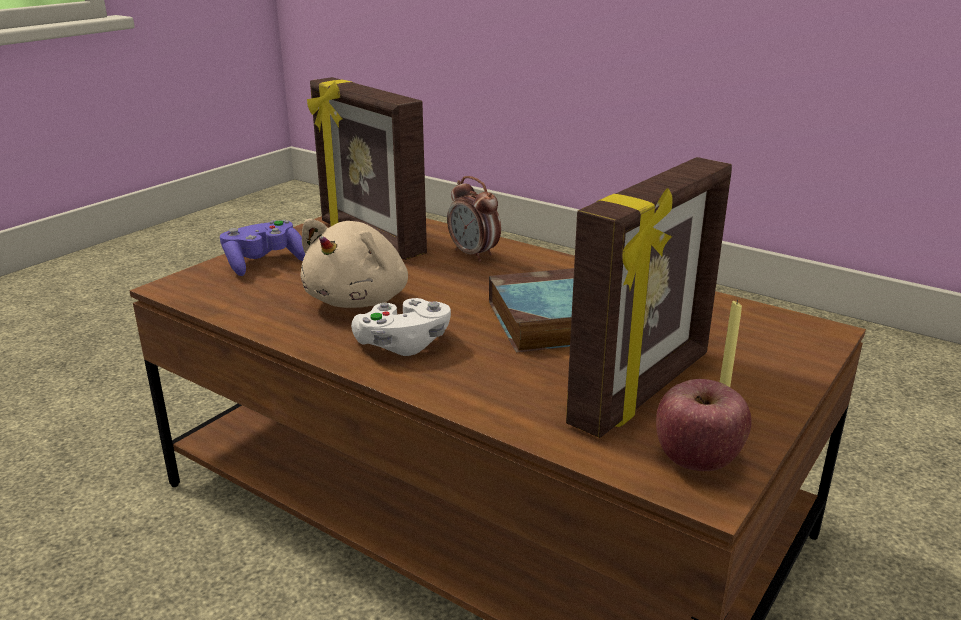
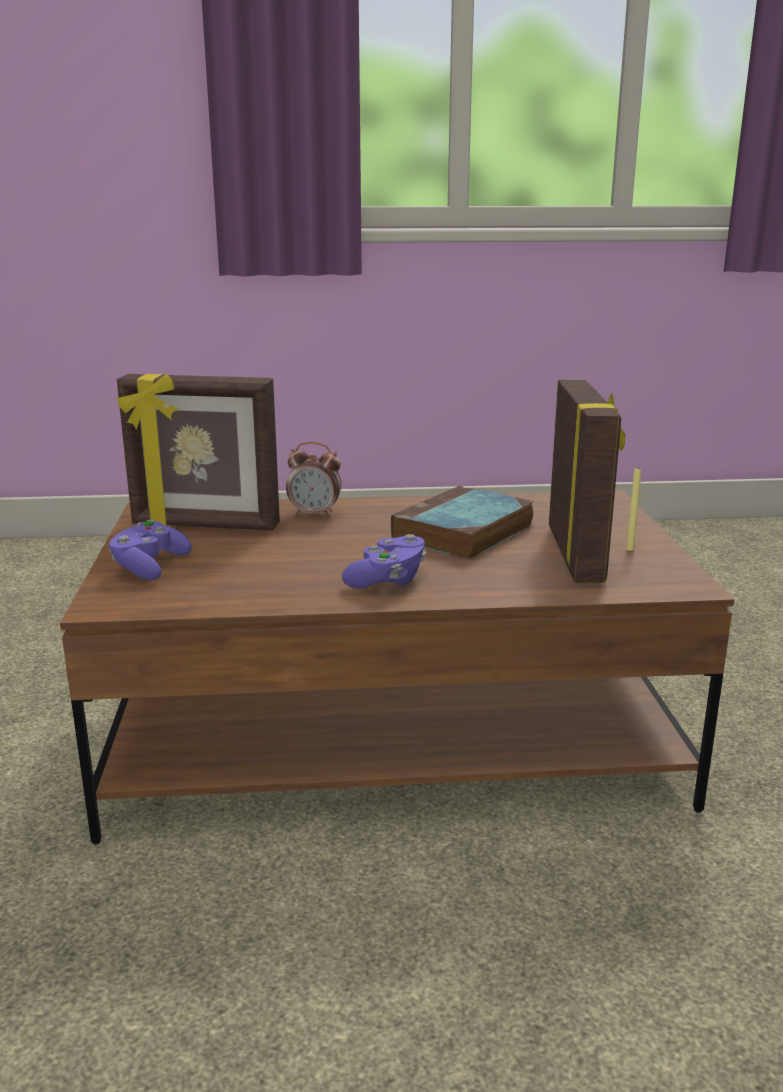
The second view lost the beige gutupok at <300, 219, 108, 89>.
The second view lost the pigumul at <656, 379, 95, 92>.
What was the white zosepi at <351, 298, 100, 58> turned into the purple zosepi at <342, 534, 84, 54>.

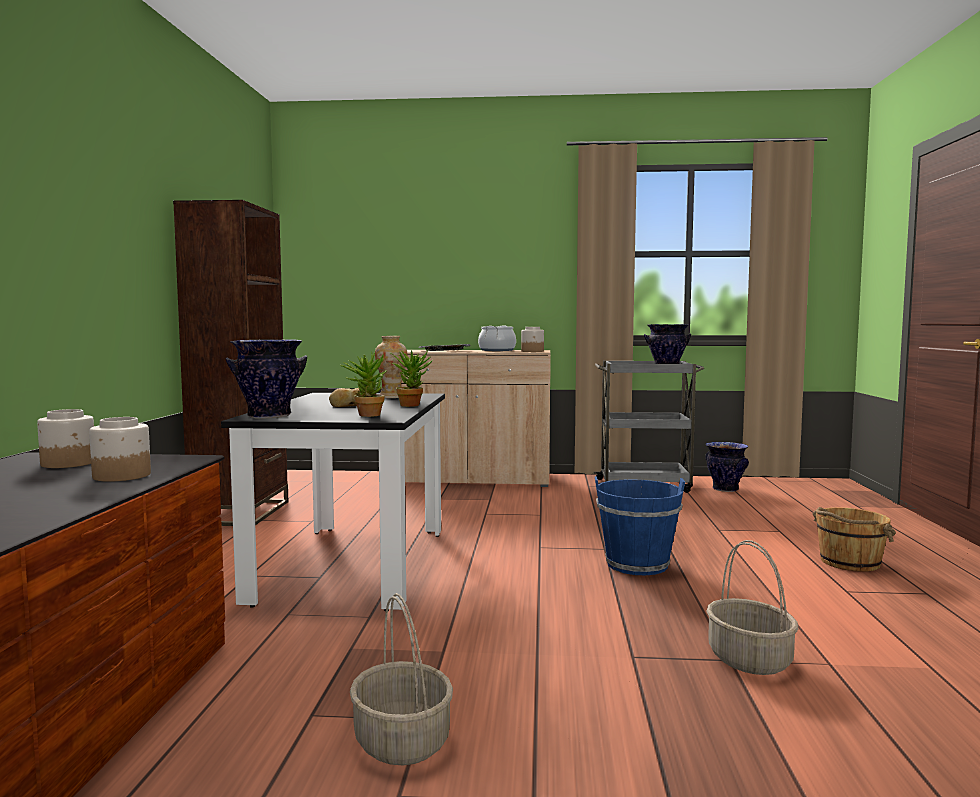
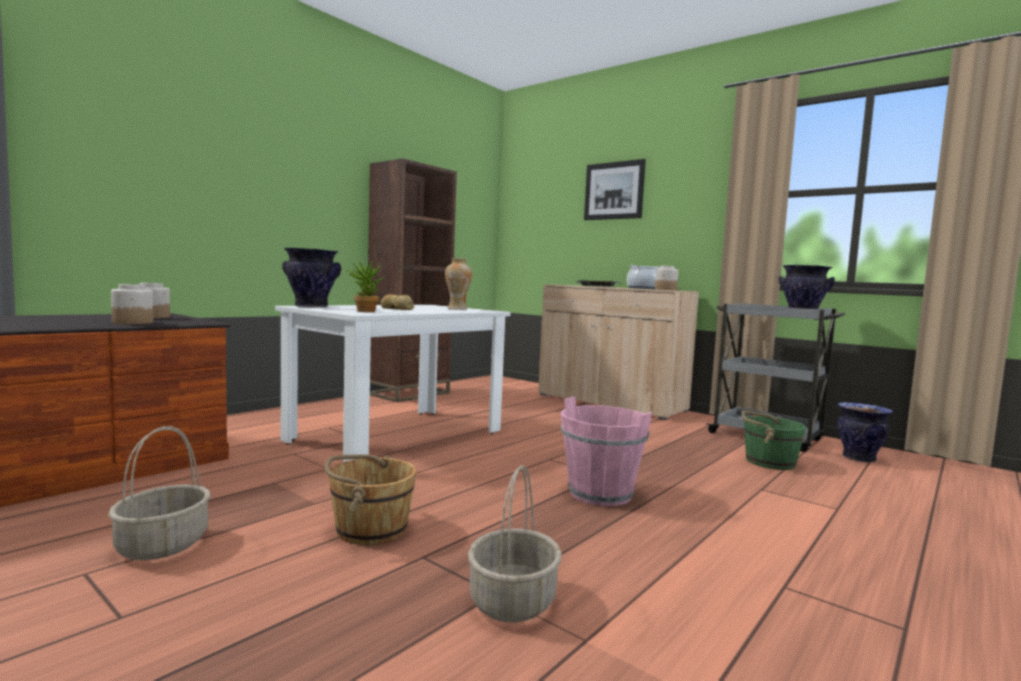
The second view lost the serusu at <391, 350, 42, 57>.
The second view gained the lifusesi at <584, 159, 62, 61>.
The second view gained the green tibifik at <741, 411, 65, 59>.
The brown tibifik ended up elsewhere, having gone from <813, 507, 83, 65> to <324, 454, 93, 91>.
What was the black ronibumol at <221, 393, 224, 218> turned into the white ronibumol at <275, 305, 236, 157>.
What was the blue tibifik at <595, 476, 90, 99> turned into the pink tibifik at <560, 397, 92, 109>.

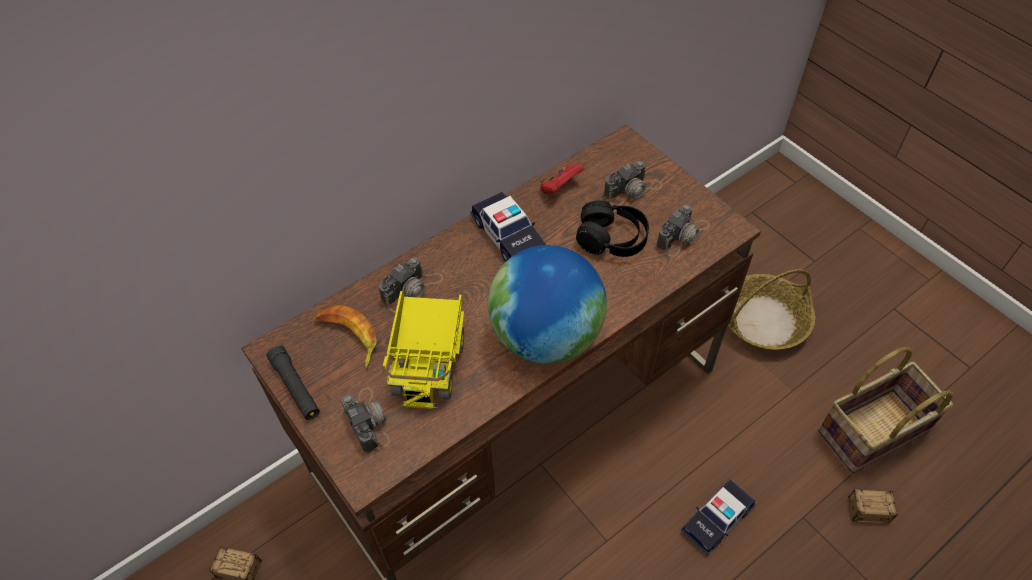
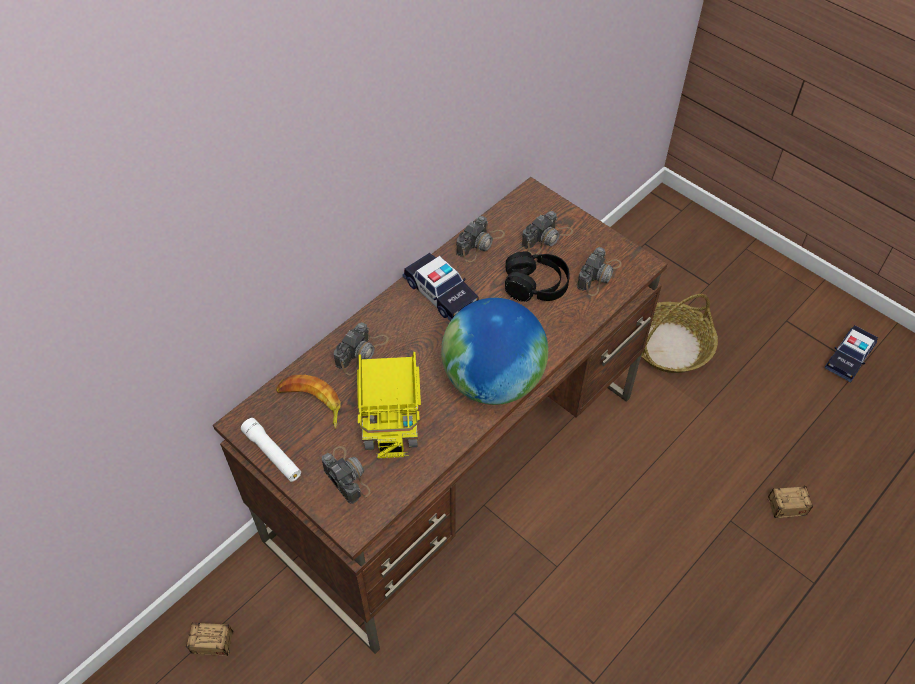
The second view lost the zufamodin at <818, 347, 135, 126>.
The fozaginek ended up elsewhere, having gone from <681, 479, 75, 76> to <824, 325, 54, 57>.
Where the red zosepi stood at <540, 164, 44, 30>, the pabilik came to stand at <456, 216, 49, 46>.
What was the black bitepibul at <267, 345, 53, 75> turned into the white bitepibul at <241, 418, 60, 64>.

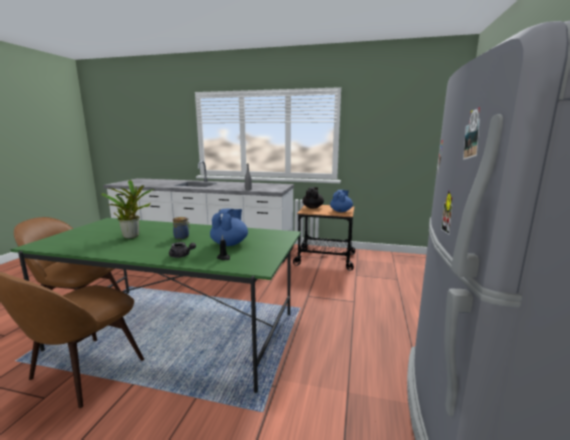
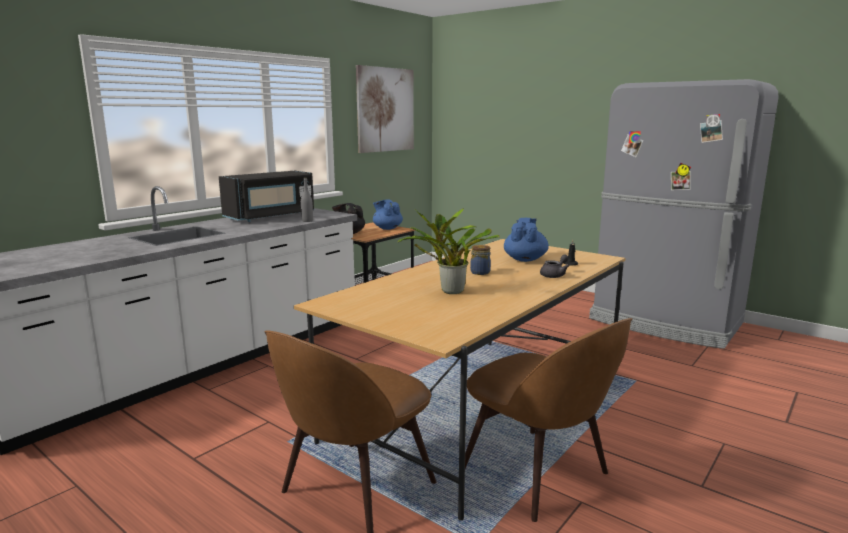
The second view gained the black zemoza at <219, 171, 95, 51>.
The second view gained the lifusesi at <356, 65, 58, 88>.
What was the green ronibumol at <10, 218, 291, 175> turned into the beige ronibumol at <294, 239, 332, 282>.
The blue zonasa at <210, 209, 38, 37> ended up facing another way, 60 degrees clockwise from before.

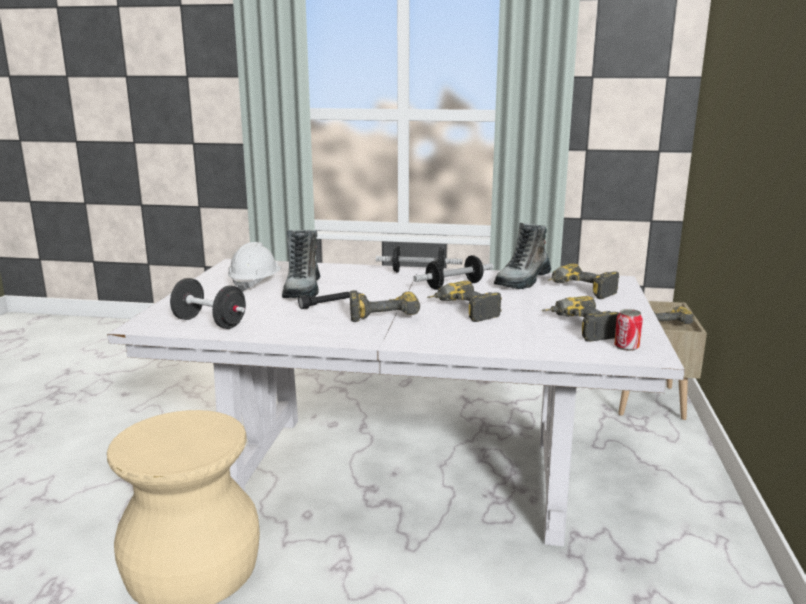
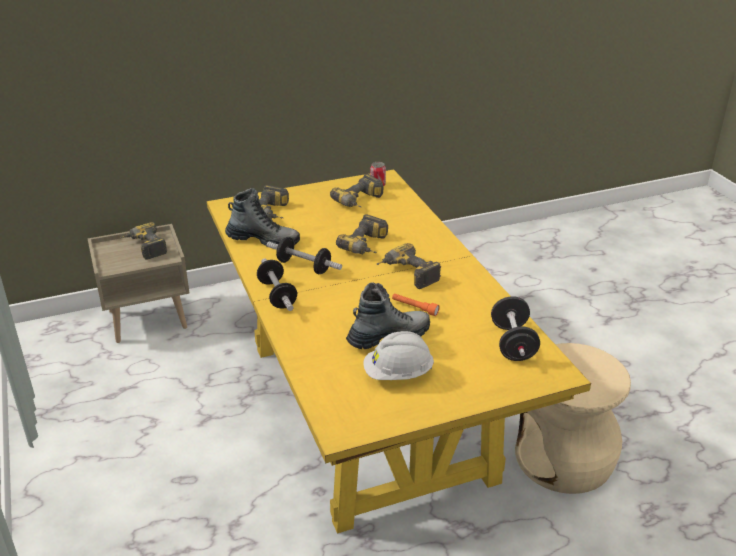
What was the white ronibumol at <107, 259, 578, 287> turned into the yellow ronibumol at <207, 170, 384, 363>.
What was the black bitepibul at <298, 292, 52, 17> turned into the orange bitepibul at <392, 293, 48, 23>.

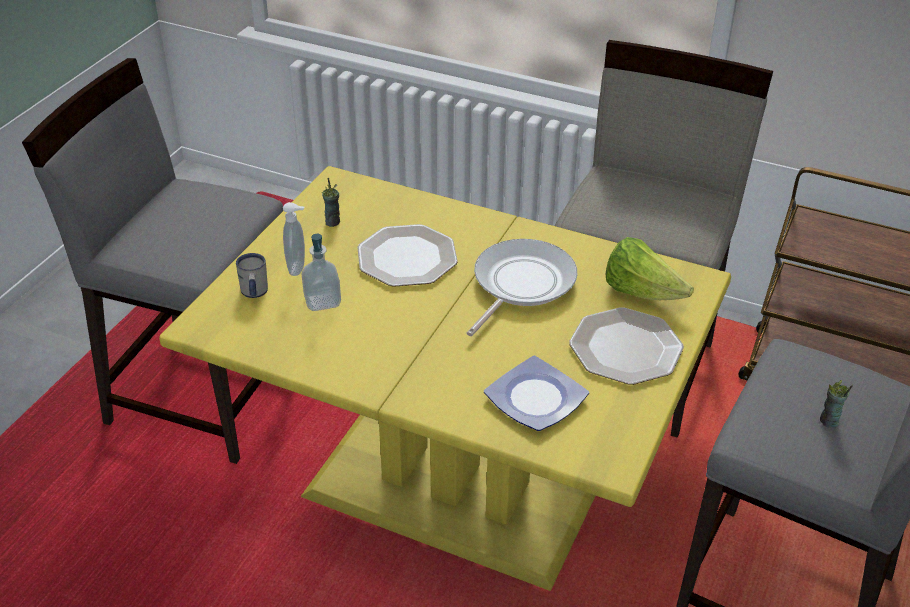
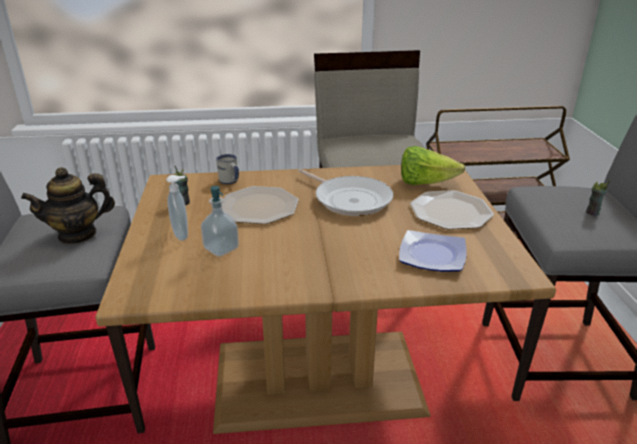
The second view gained the zonasa at <21, 167, 94, 77>.
The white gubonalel ended up elsewhere, having gone from <236, 253, 32, 45> to <216, 154, 23, 30>.
What was the yellow ronibumol at <159, 166, 572, 425> turned into the brown ronibumol at <95, 165, 461, 269>.
The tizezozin at <466, 239, 111, 97> ended up facing another way, 135 degrees clockwise from before.

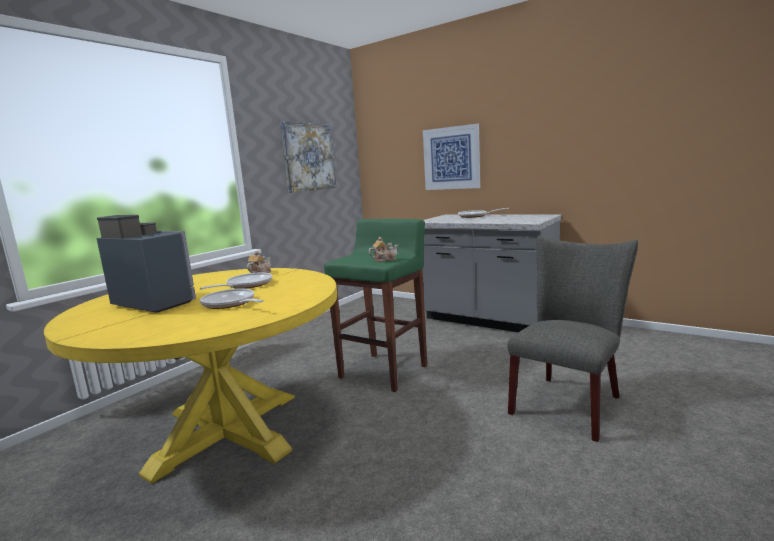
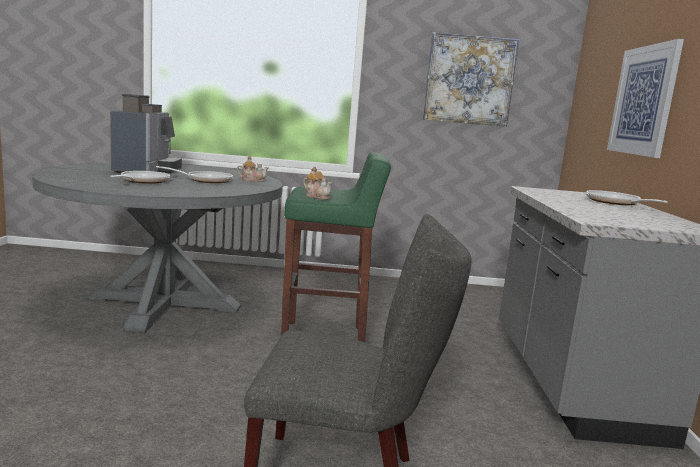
What was the yellow ronibumol at <44, 268, 293, 216> turned into the grey ronibumol at <32, 163, 251, 170>.

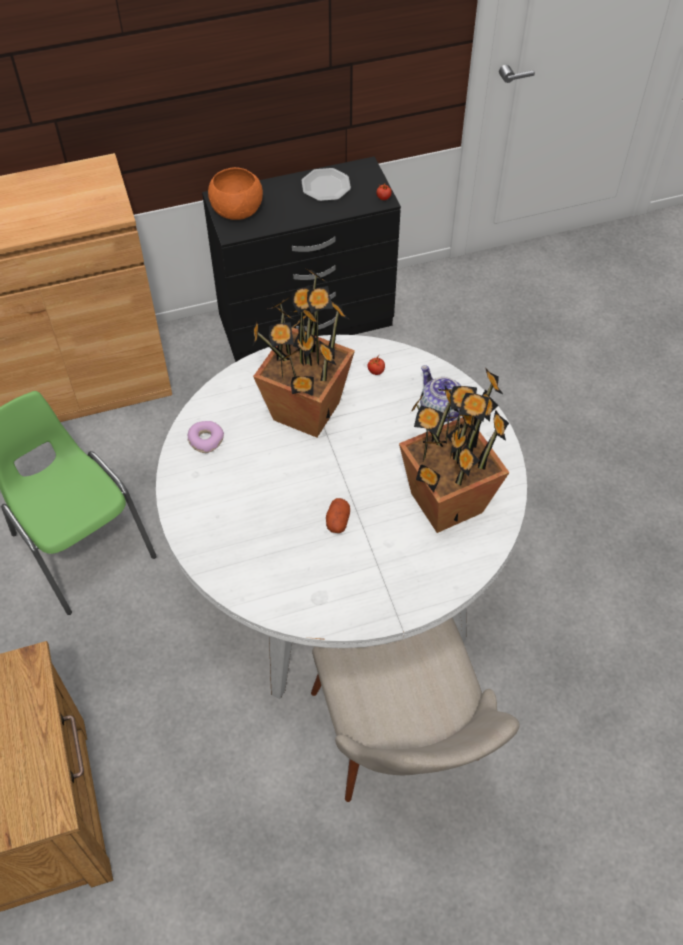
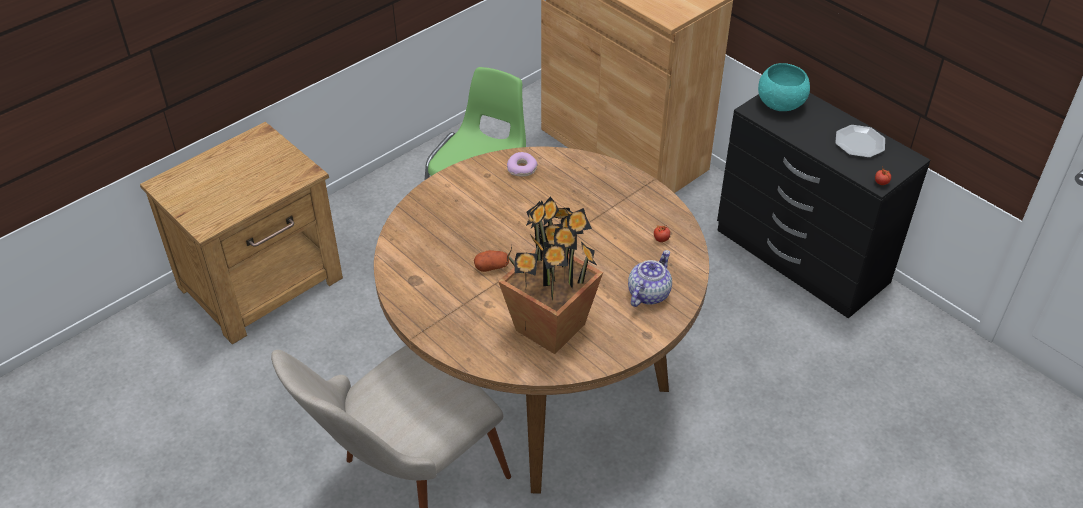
The second view lost the serusu at <252, 267, 103, 171>.
What was the white ronibumol at <156, 335, 371, 364> turned into the brown ronibumol at <374, 147, 335, 347>.
What was the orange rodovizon at <208, 167, 55, 53> turned into the turquoise rodovizon at <758, 63, 52, 48>.

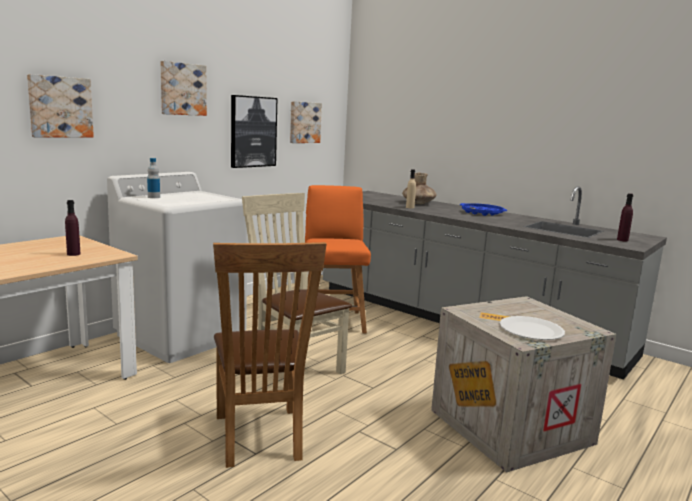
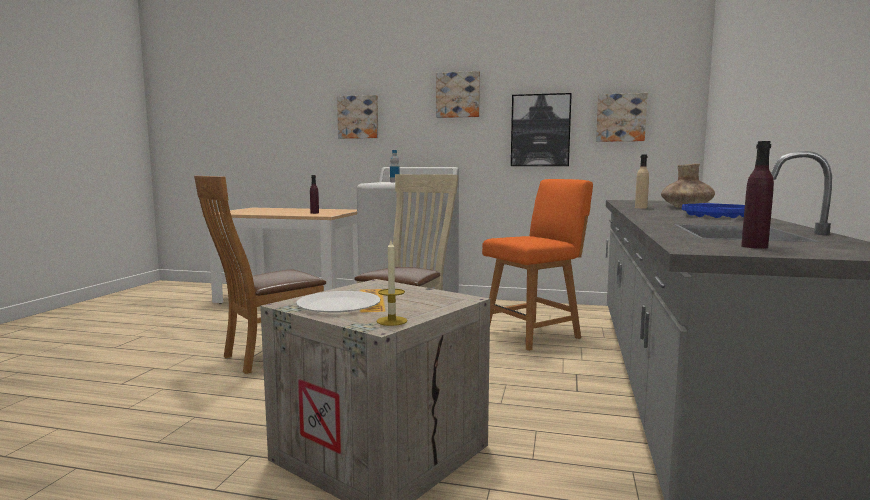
The second view gained the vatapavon at <376, 240, 31, 86>.

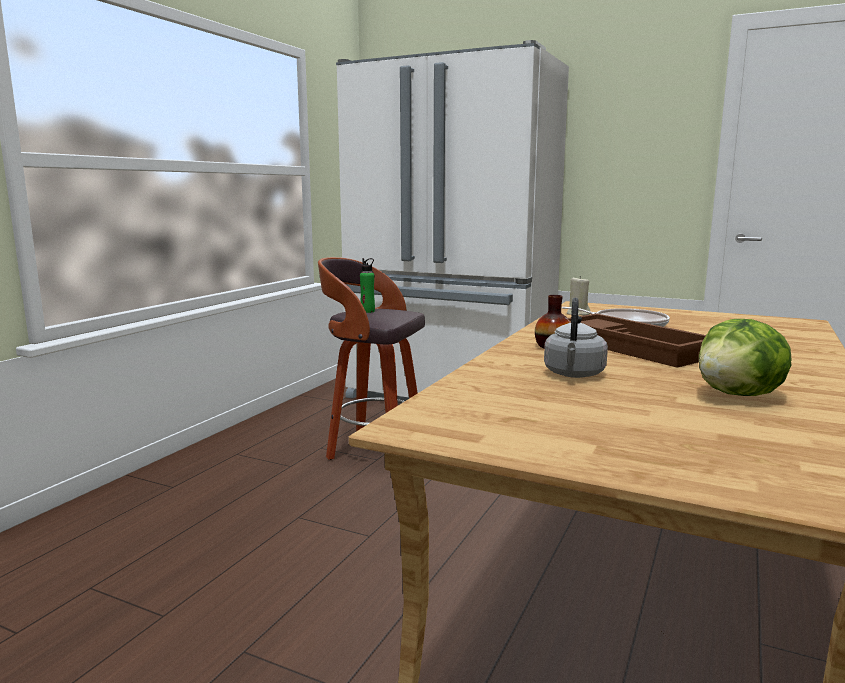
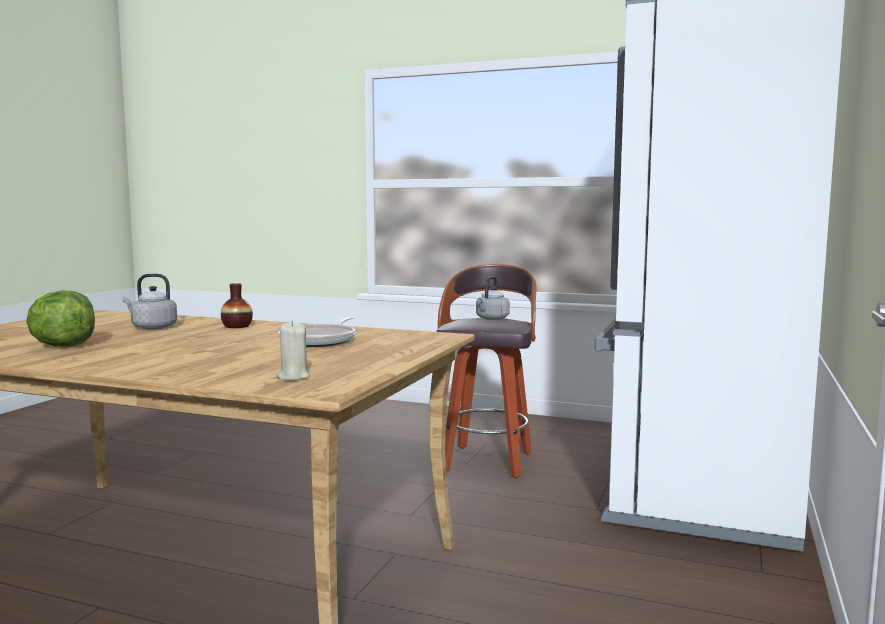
The second view lost the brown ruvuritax at <568, 314, 138, 54>.
The beige vatapavon ended up elsewhere, having gone from <567, 276, 23, 40> to <277, 321, 33, 59>.
Where the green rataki stood at <360, 258, 15, 55>, the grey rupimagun came to stand at <476, 277, 34, 43>.

